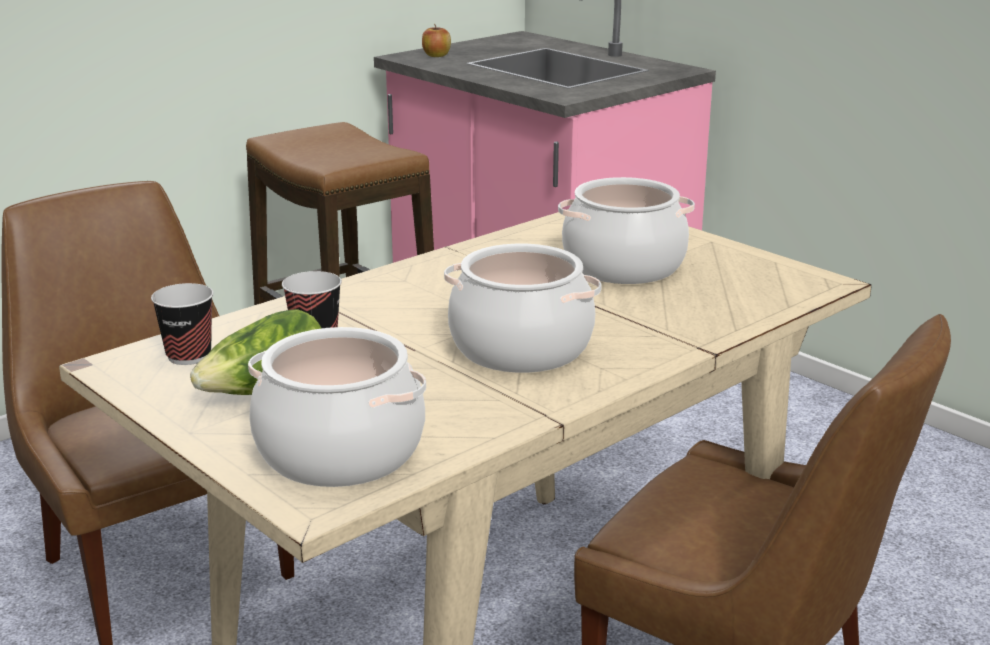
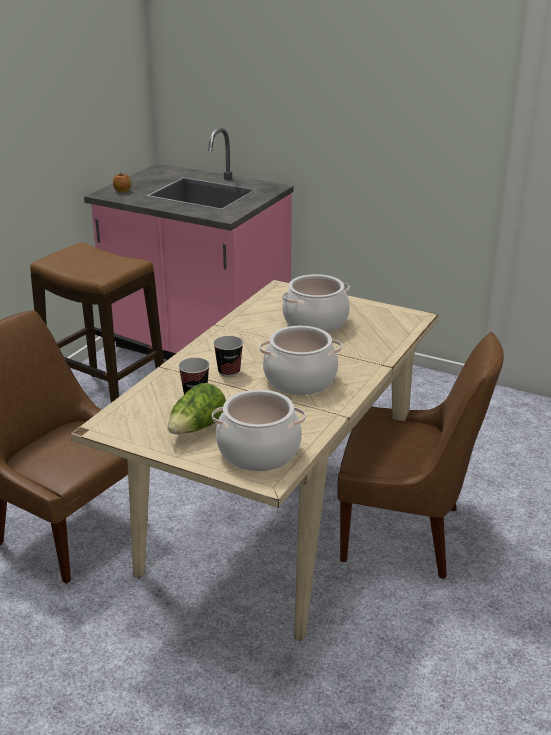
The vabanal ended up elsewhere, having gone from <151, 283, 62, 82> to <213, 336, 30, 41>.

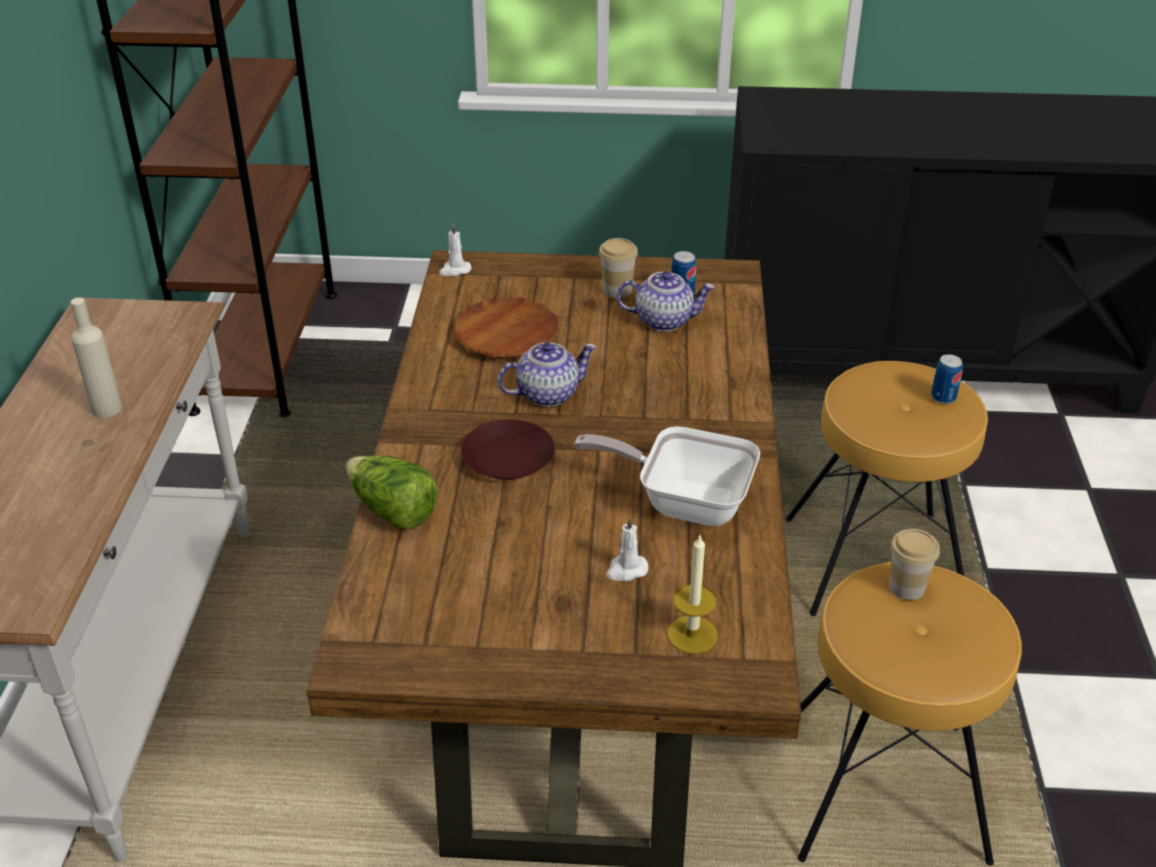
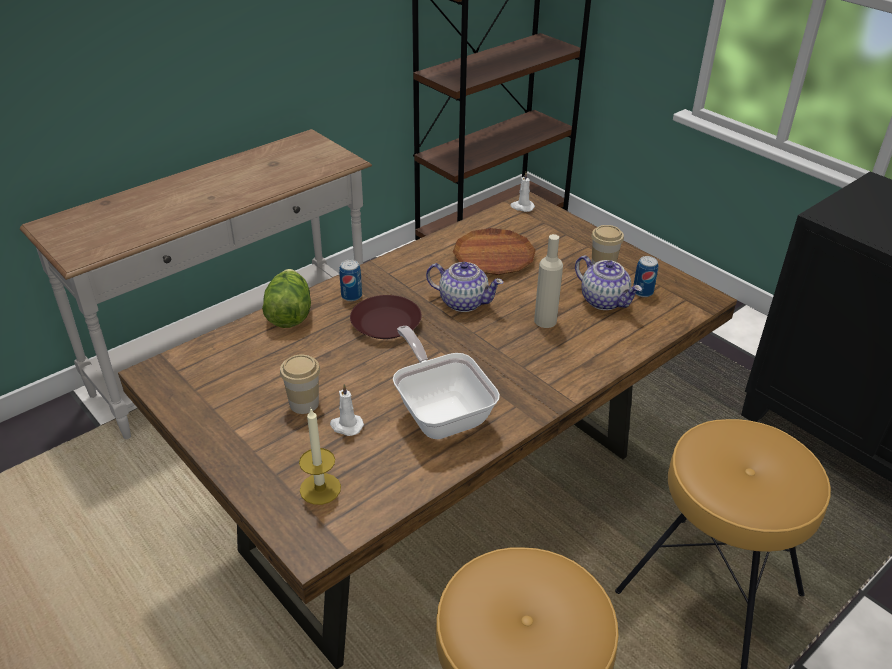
The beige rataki ended up elsewhere, having gone from <70, 298, 52, 120> to <534, 234, 29, 94>.
The vabanal ended up elsewhere, having gone from <889, 529, 51, 71> to <280, 354, 40, 60>.
The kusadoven ended up elsewhere, having gone from <931, 354, 32, 50> to <339, 260, 23, 41>.

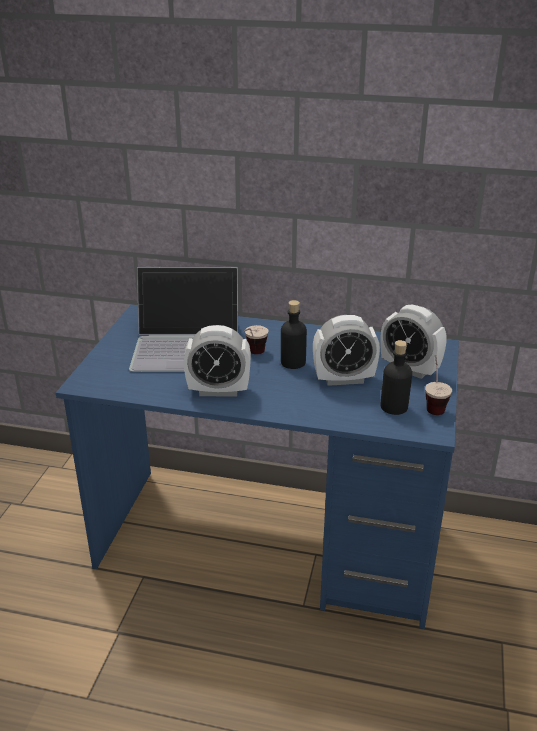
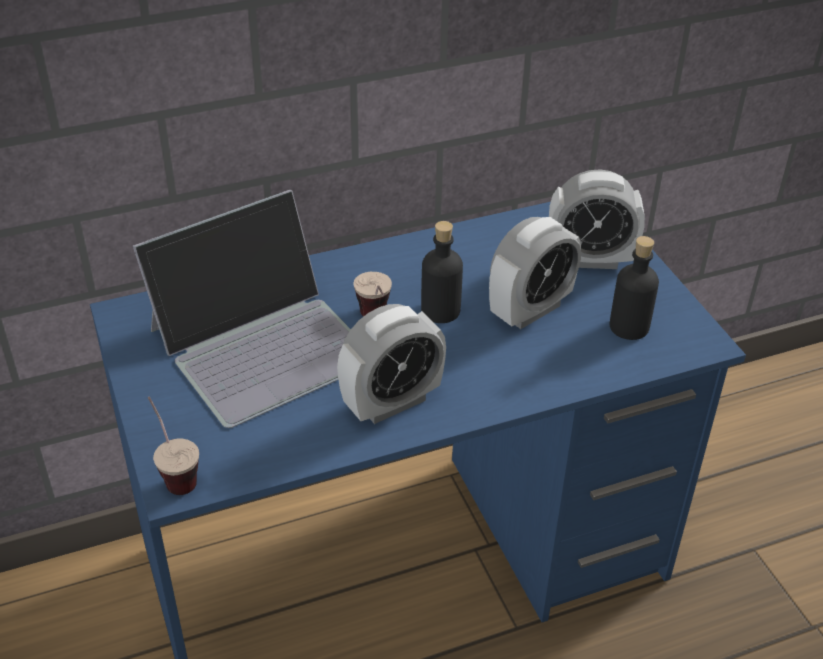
The vabanal ended up elsewhere, having gone from <425, 355, 27, 60> to <148, 397, 51, 98>.

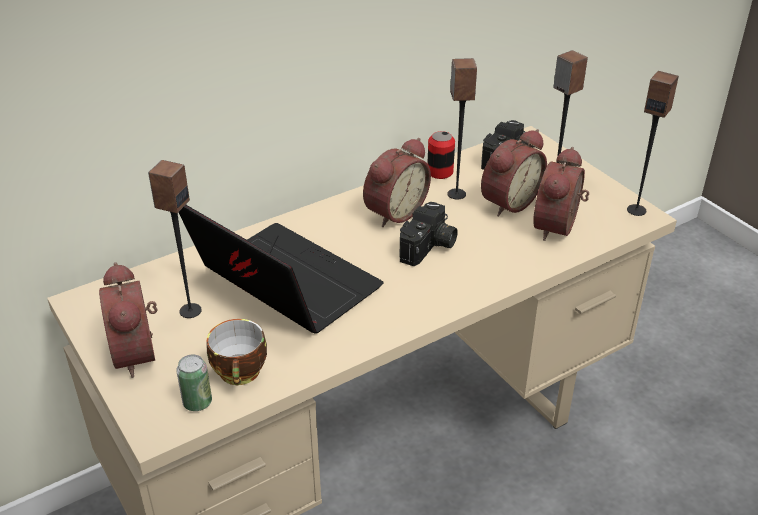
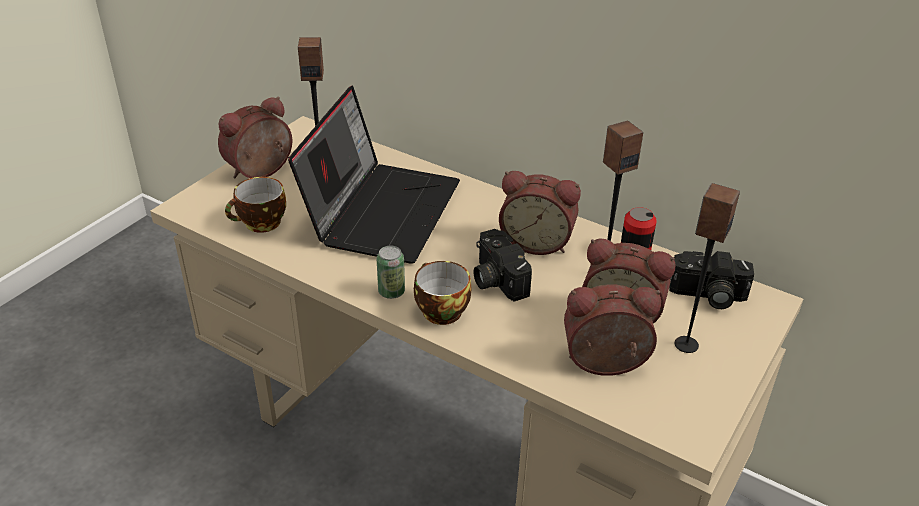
The second view lost the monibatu at <627, 71, 52, 145>.
The second view gained the vabanal at <414, 261, 57, 64>.
The kusadoven ended up elsewhere, having gone from <176, 354, 36, 57> to <377, 246, 28, 53>.
The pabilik at <399, 202, 59, 64> ended up facing another way, 60 degrees clockwise from before.

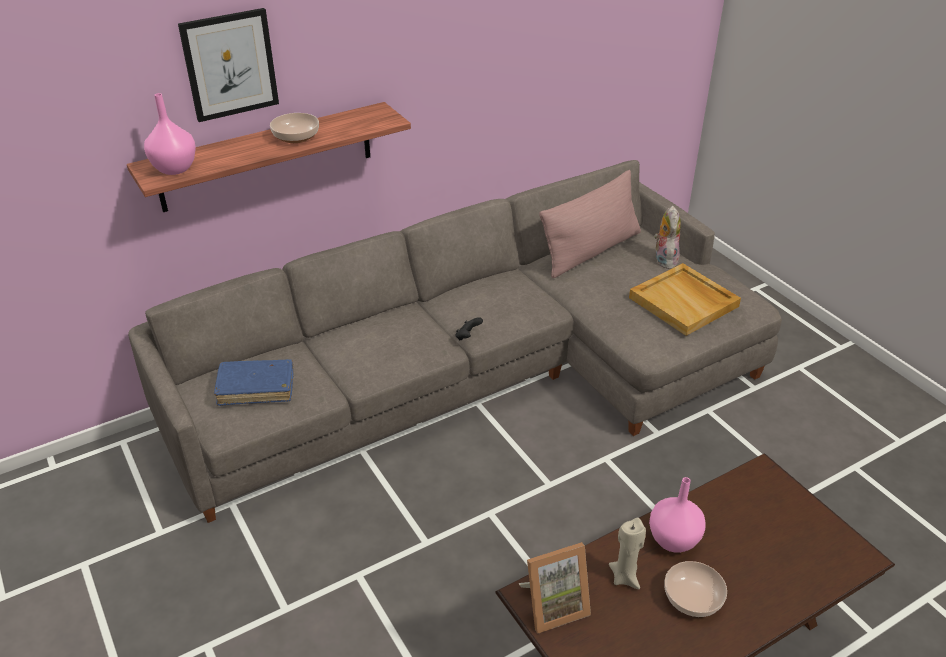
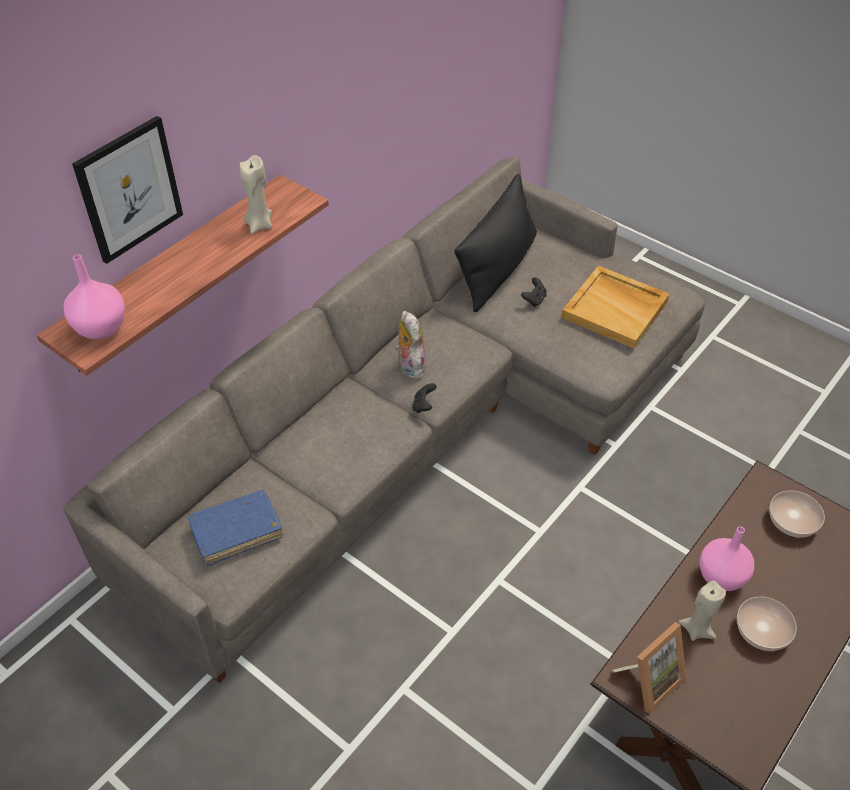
The second view gained the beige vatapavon at <240, 155, 32, 79>.
The second view gained the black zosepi at <521, 277, 26, 30>.
The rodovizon ended up elsewhere, having gone from <270, 113, 49, 30> to <769, 490, 56, 48>.
The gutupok ended up elsewhere, having gone from <654, 206, 27, 63> to <394, 311, 33, 68>.
What was the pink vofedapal at <539, 170, 102, 108> turned into the black vofedapal at <454, 174, 83, 138>.

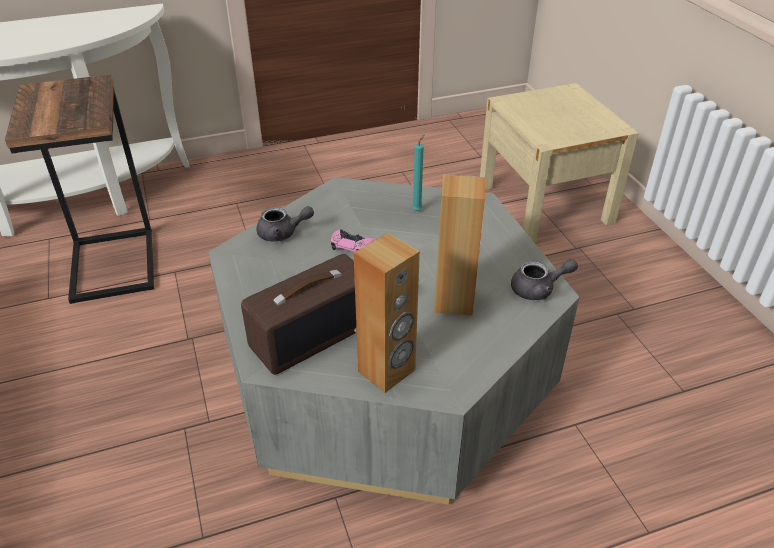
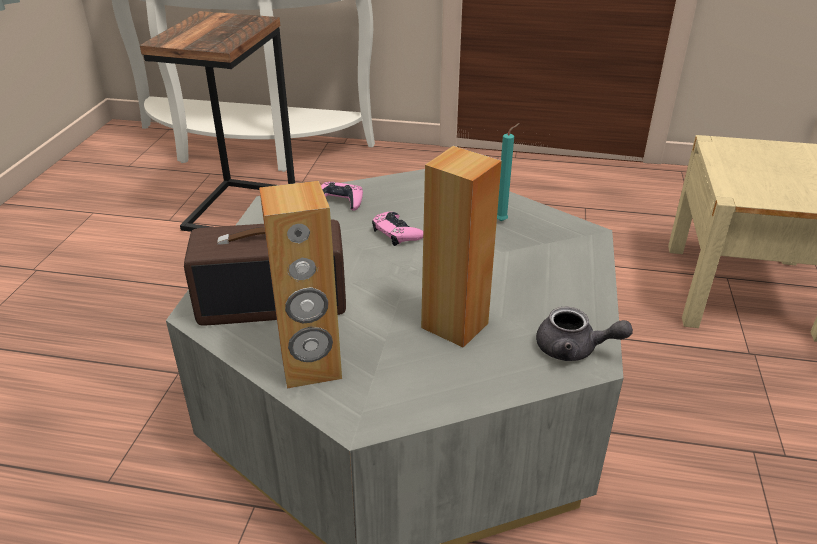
Where the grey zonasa stood at <256, 206, 58, 36>, the pink zosepi came to stand at <321, 182, 42, 29>.

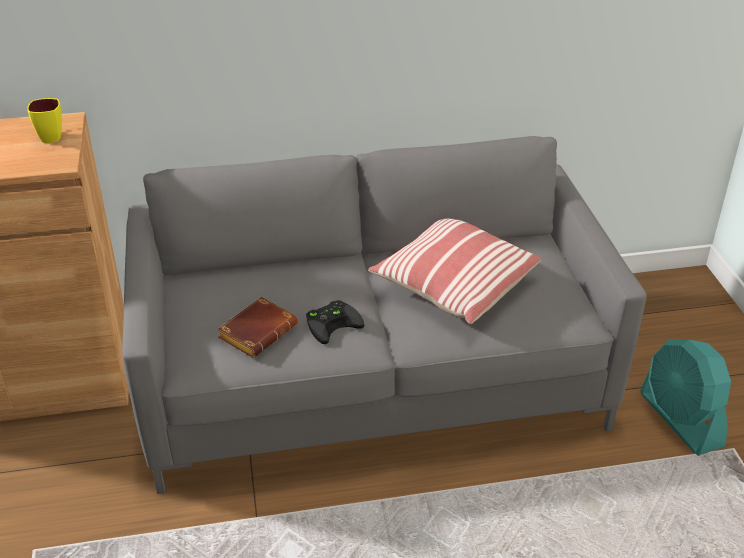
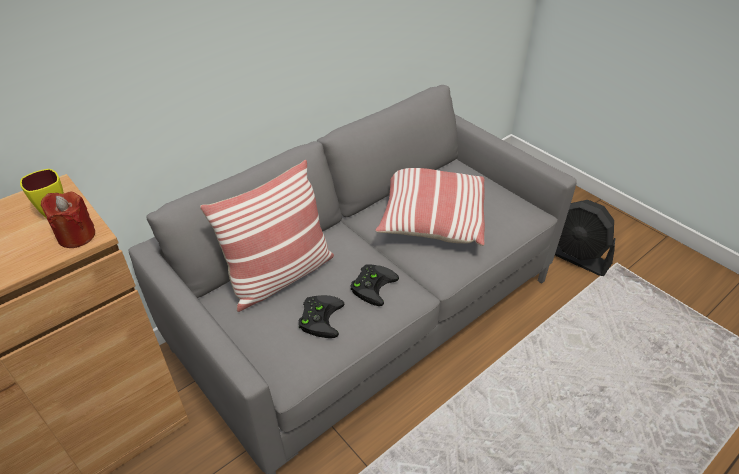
The second view gained the red vatapavon at <41, 192, 54, 56>.
The second view gained the vofedapal at <200, 160, 134, 152>.
Where the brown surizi stood at <217, 297, 81, 61>, the black zosepi came to stand at <299, 295, 46, 43>.
What was the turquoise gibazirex at <640, 339, 91, 117> turned into the black gibazirex at <555, 200, 60, 76>.

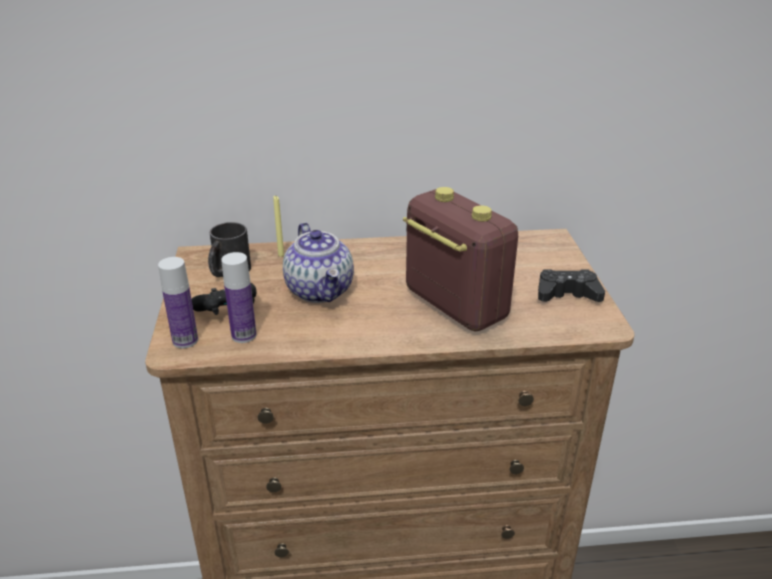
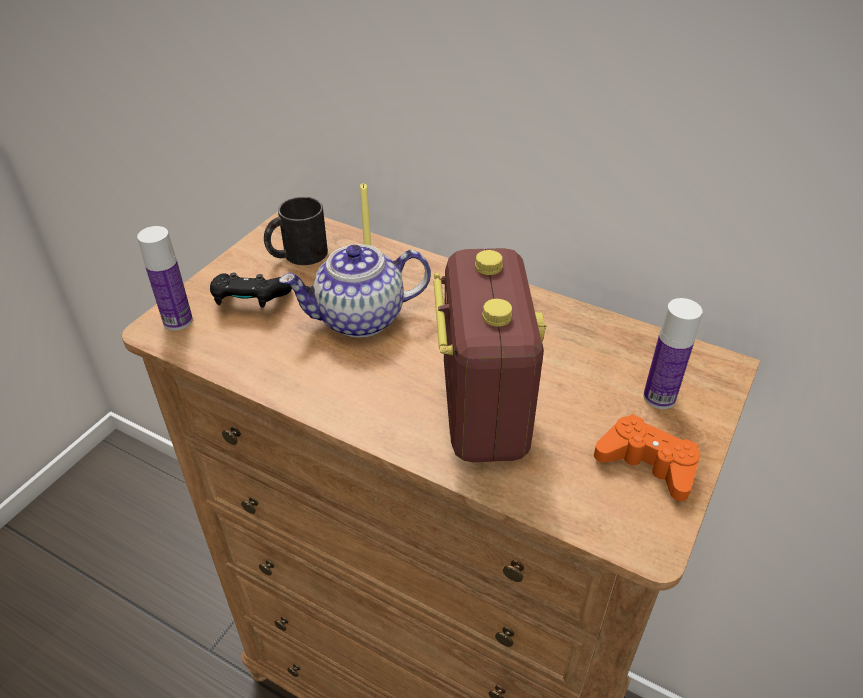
The rataki ended up elsewhere, having gone from <221, 252, 36, 91> to <643, 298, 60, 111>.
What was the black zosepi at <538, 269, 67, 33> turned into the orange zosepi at <594, 414, 106, 87>.
The zonasa at <283, 222, 71, 81> ended up facing another way, 60 degrees clockwise from before.

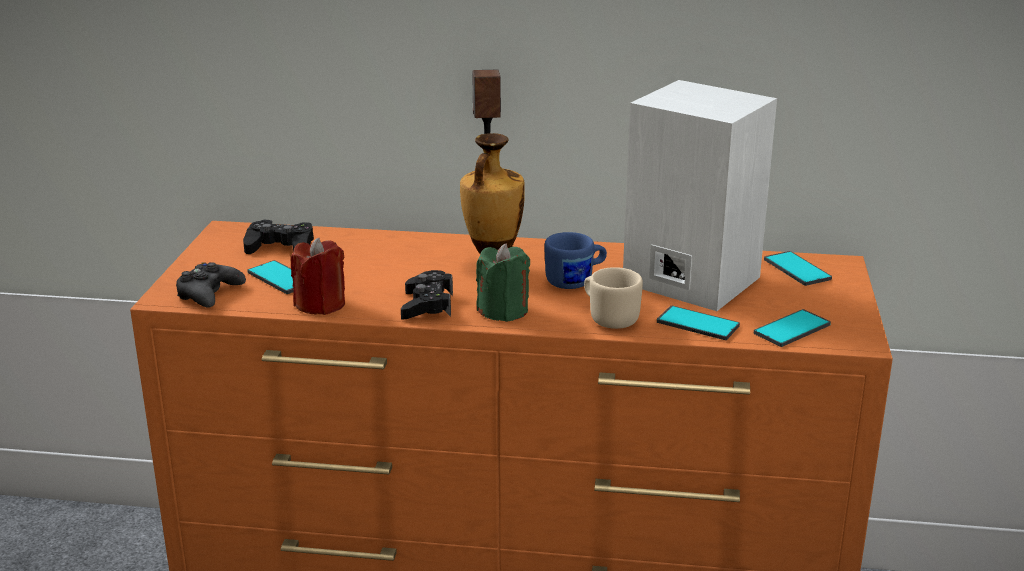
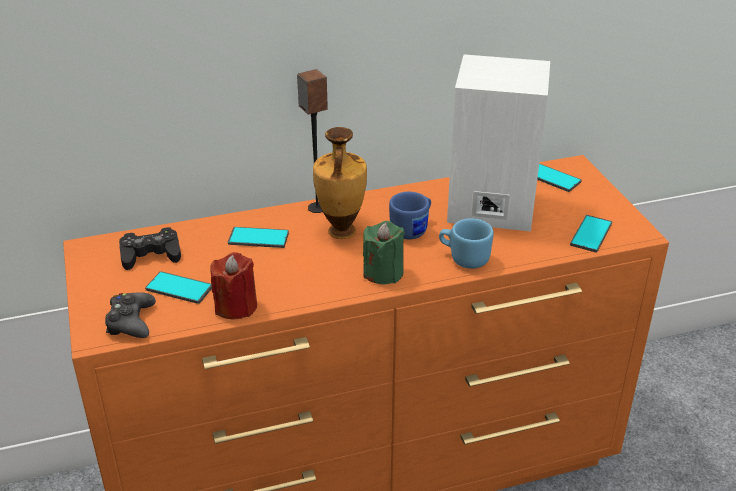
The second view lost the black zosepi at <401, 270, 52, 50>.
The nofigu ended up elsewhere, having gone from <657, 306, 83, 34> to <228, 227, 61, 21>.
What was the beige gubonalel at <584, 267, 59, 62> turned into the blue gubonalel at <439, 218, 55, 51>.

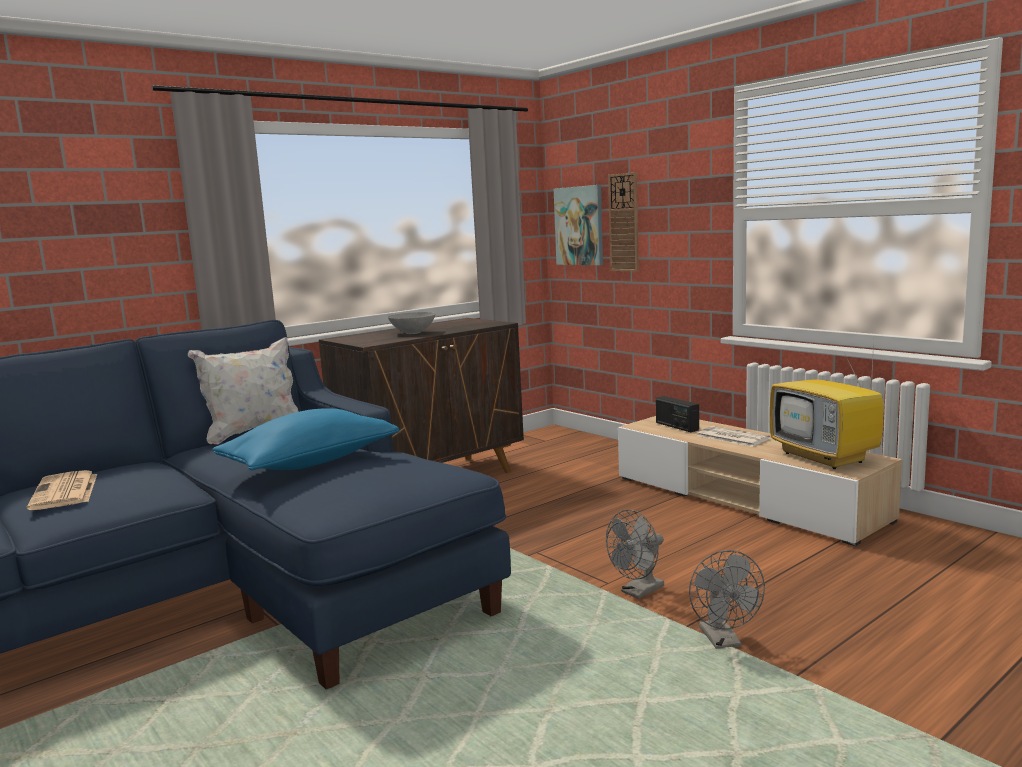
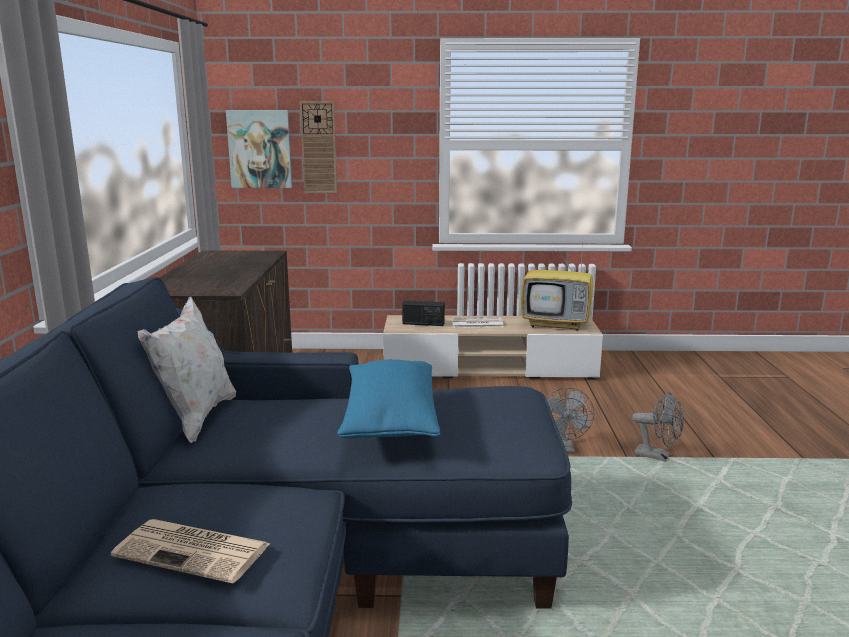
The second view lost the grey rodovizon at <388, 312, 48, 22>.

